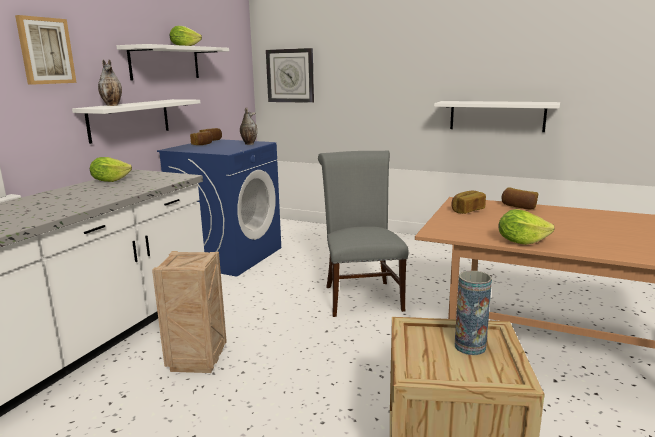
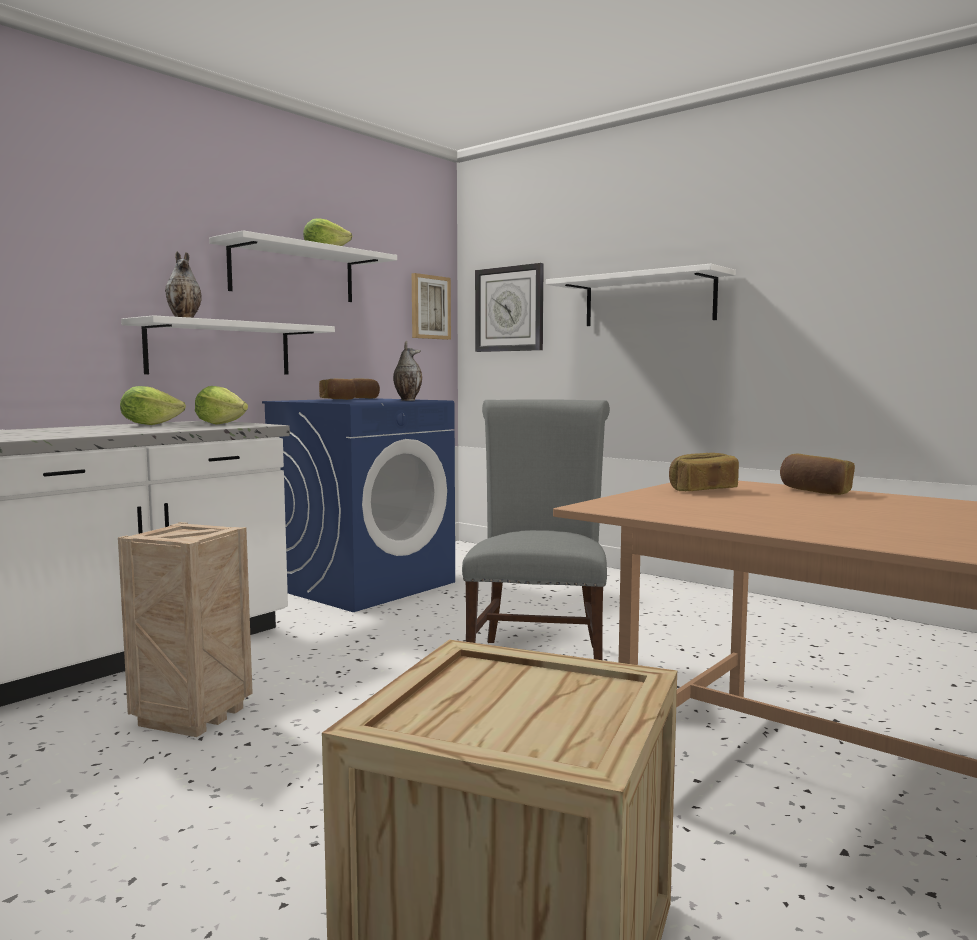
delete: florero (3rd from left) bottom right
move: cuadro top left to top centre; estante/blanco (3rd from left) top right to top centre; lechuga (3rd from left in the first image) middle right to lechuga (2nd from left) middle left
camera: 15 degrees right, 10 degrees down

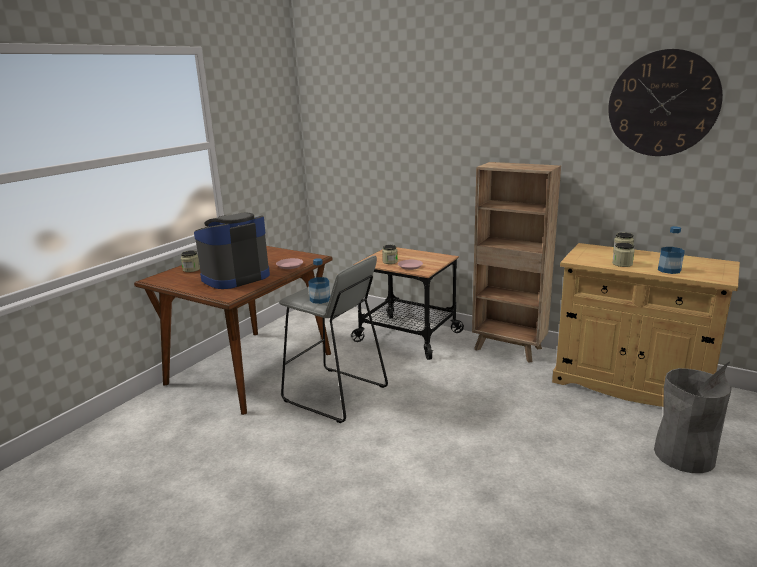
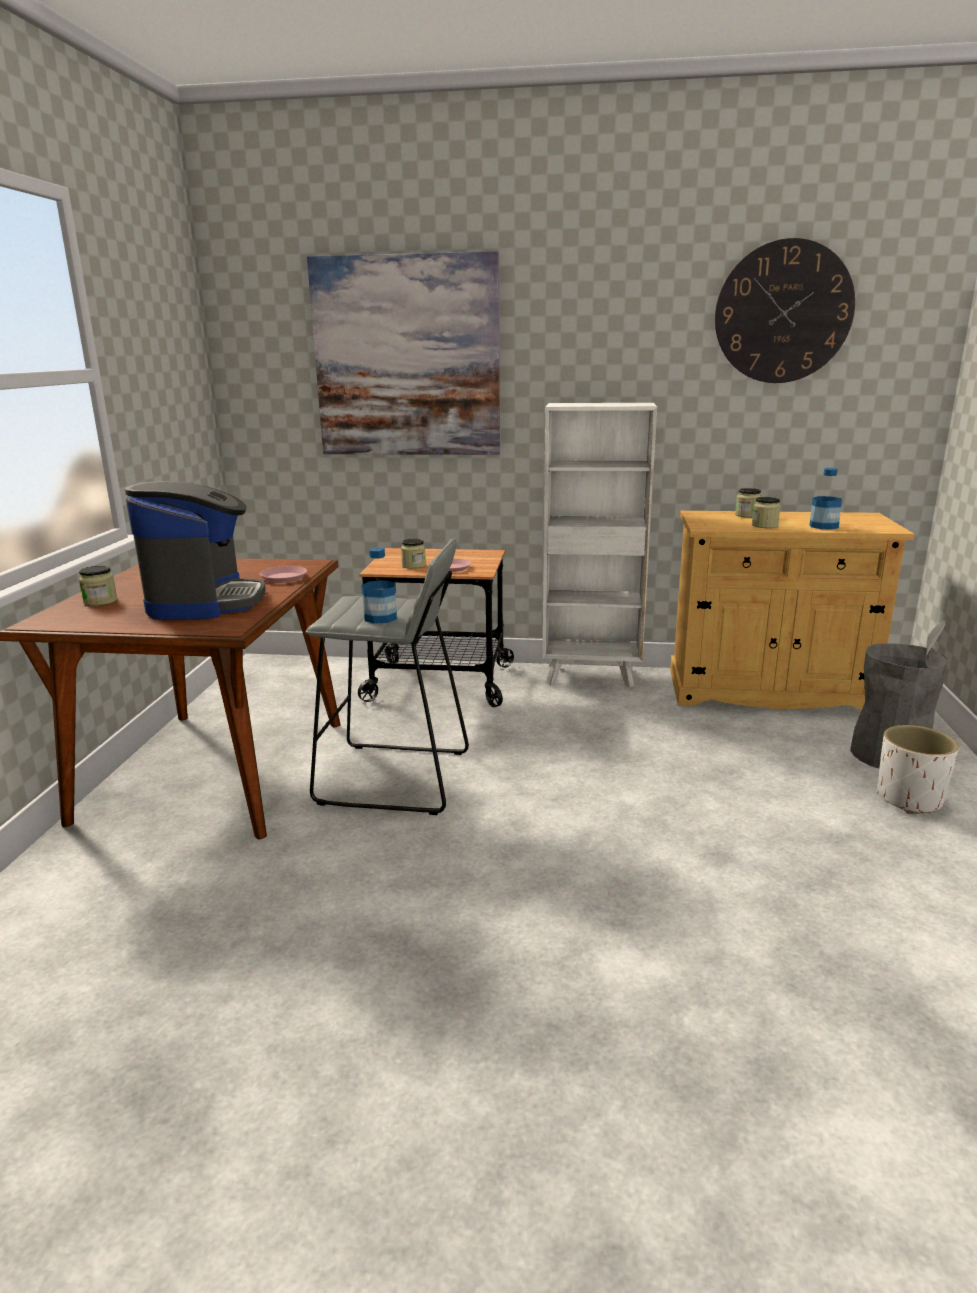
insert: cuadro top centre; maceta/blanco middle right
recolor: estantería/marrón middle right to estantería/blanco centre
rotate: cafetera middle left = middle left 150 degrees clockwise
camera: 25 degrees left, 0 degrees up

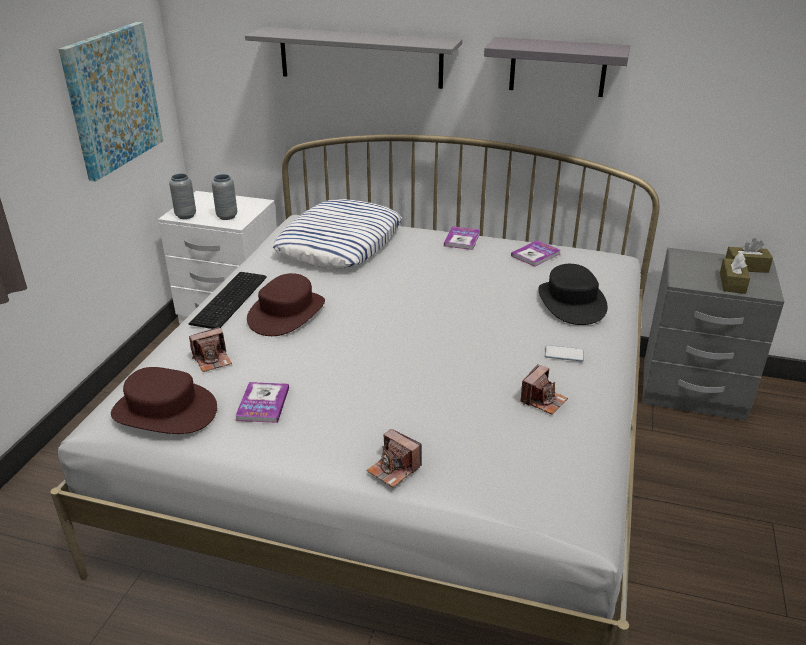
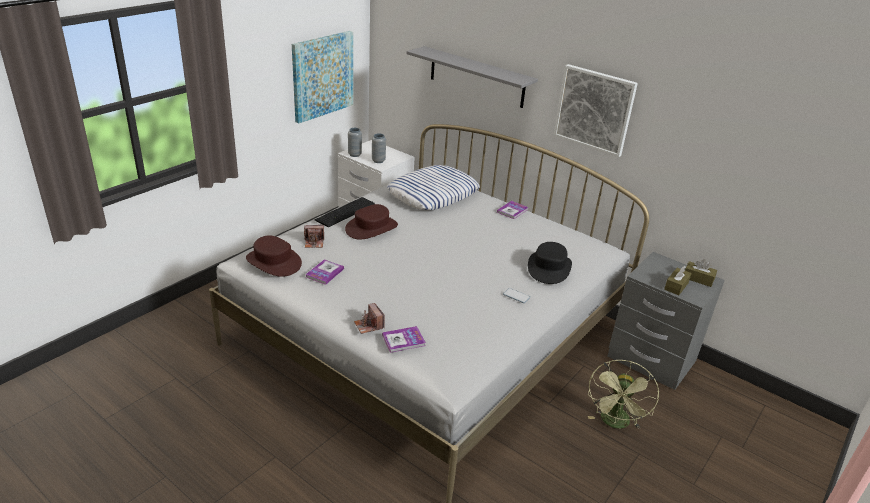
delete: cámara (3rd from left) middle right
insert: ventilador/verde bottom right
move: libro (3rd from left in the first image) centre to libro (2nd from left) bottom centre
replace: estante/gris (2nd from left) top right to cuadro (2nd from left) top right
camera: 20 degrees right, 0 degrees up

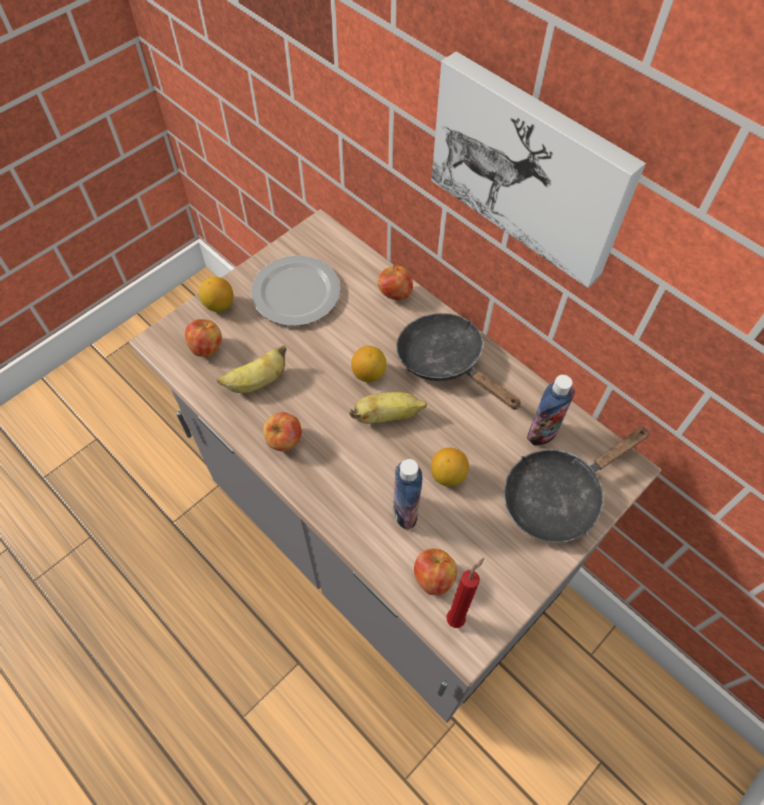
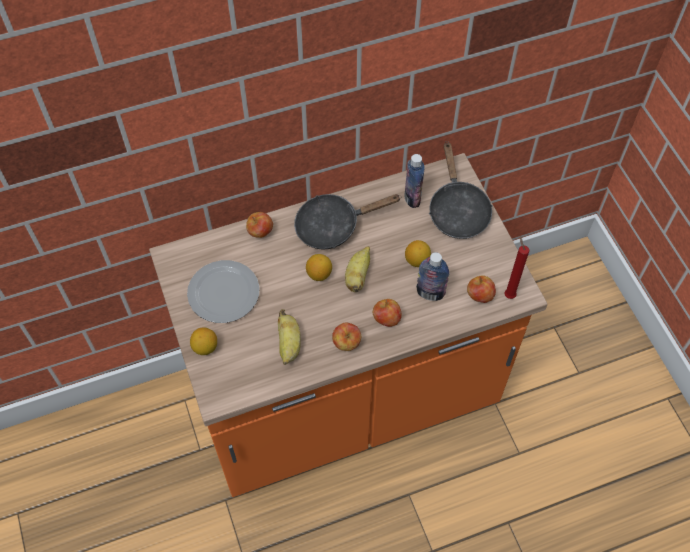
delete: cuadro top right
move: manzana (1st from left in the first image) middle left to manzana (3rd from left) centre
recolor: mueble bajo de cocina/gris centre to mueble bajo de cocina/naranja centre
camera: 65 degrees left, 0 degrees up

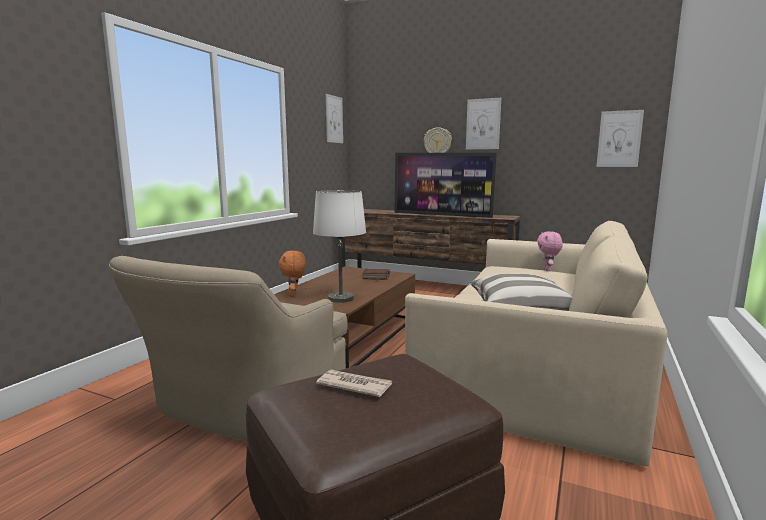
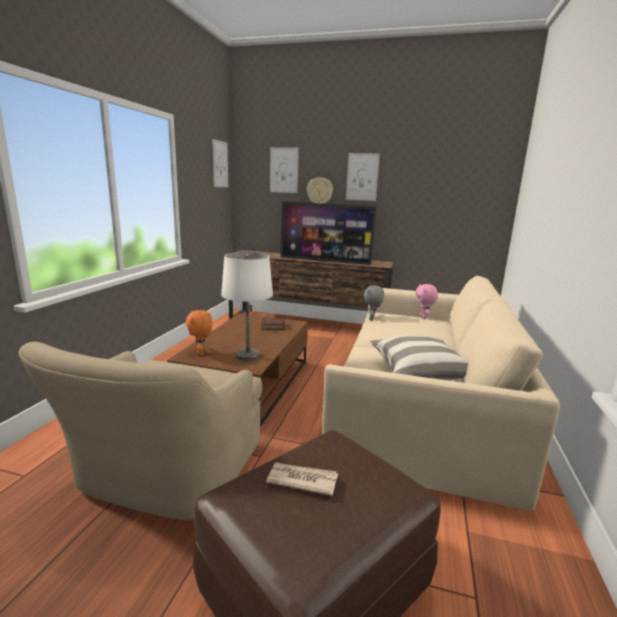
insert: peluche/gris centre
move: cuadro (3rd from left in the first image) top right to cuadro (2nd from left) top centre
camera: 10 degrees left, 5 degrees up

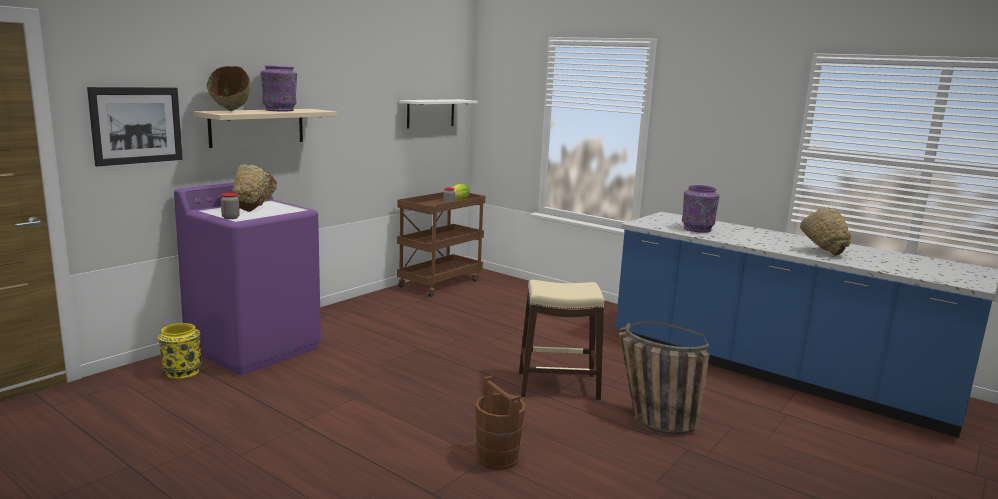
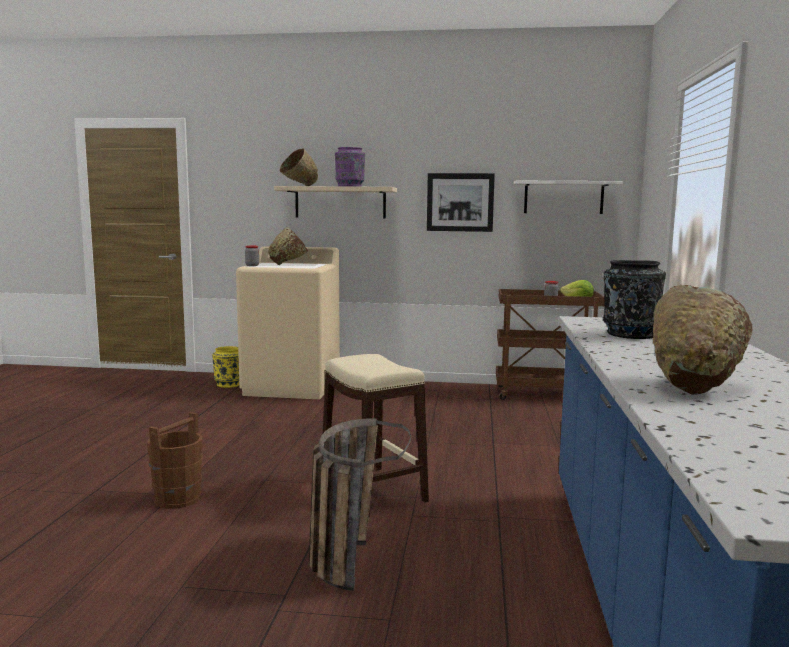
move: cuadro top left to top centre
recolor: lavadora/morado middle left to lavadora/beis centre; florero/morado (2nd from left) middle right to florero/negro middle right
camera: 60 degrees right, 5 degrees down

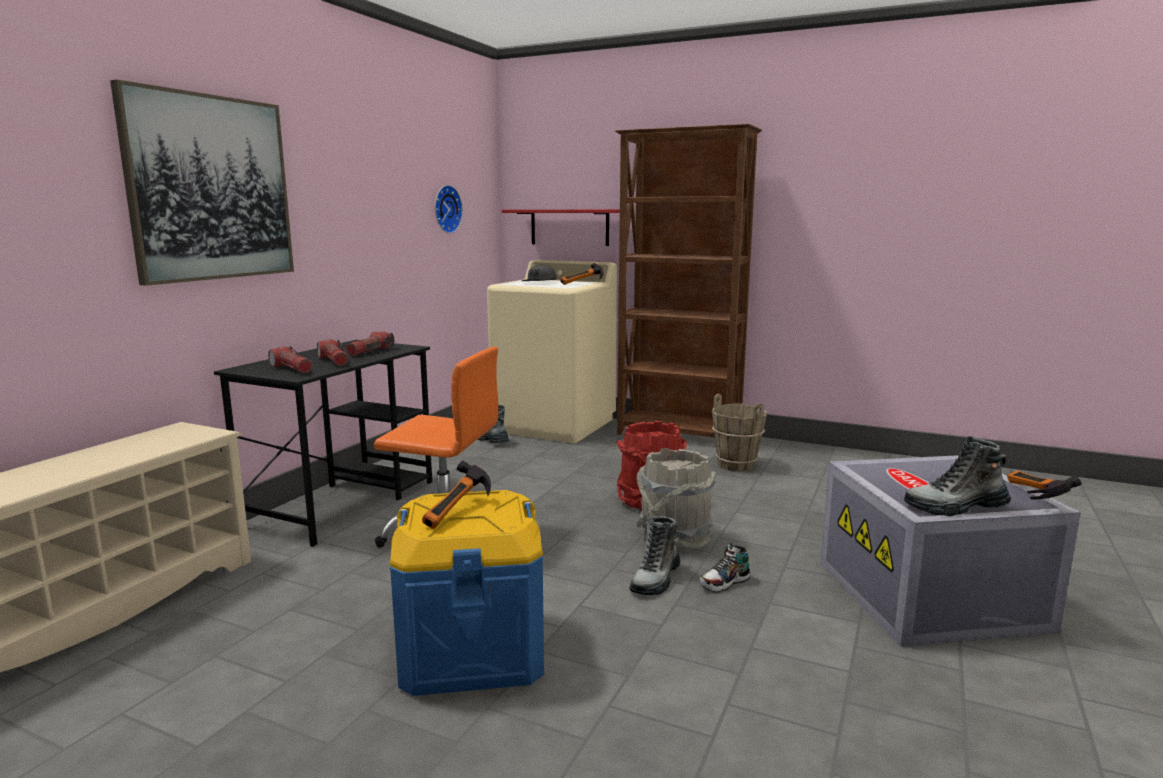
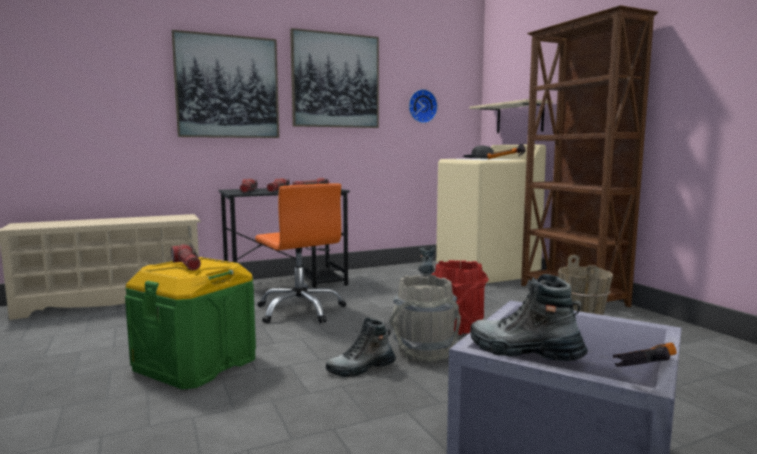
delete: zapato bottom centre
insert: cuadro (2nd from left) top centre
replace: martillo (1st from left) centre to linterna (1st from left) middle left
recolor: caja de almacenaje/azul bottom centre to caja de almacenaje/verde bottom left; estante/rojo top centre to estante/beis top right
camera: 40 degrees right, 5 degrees down

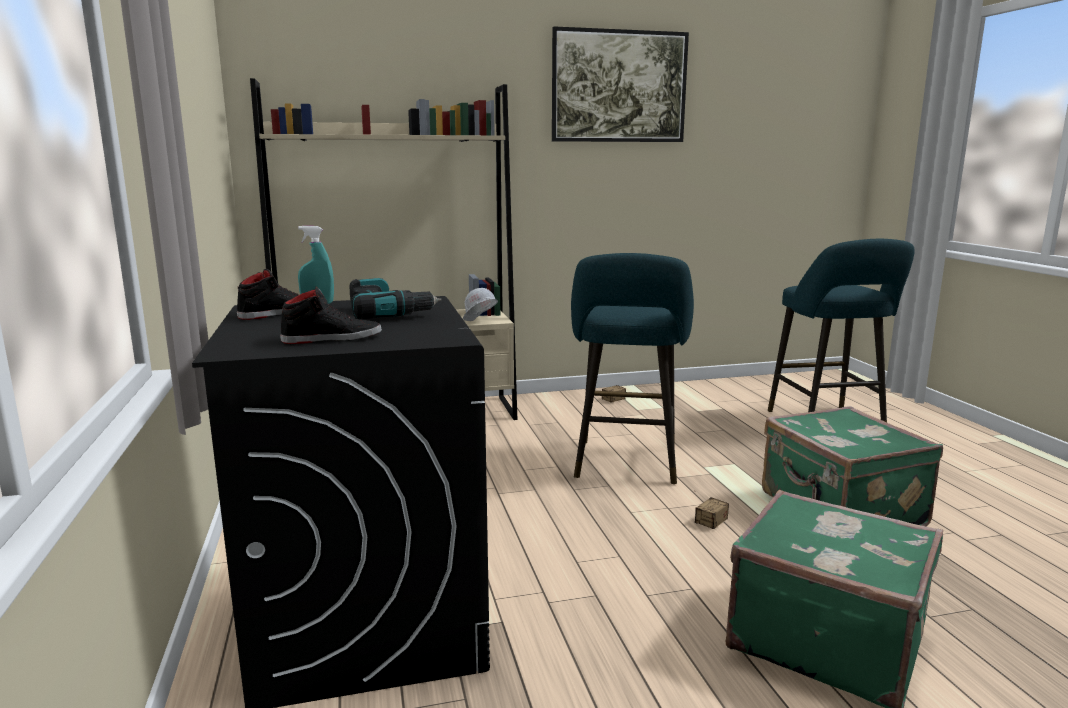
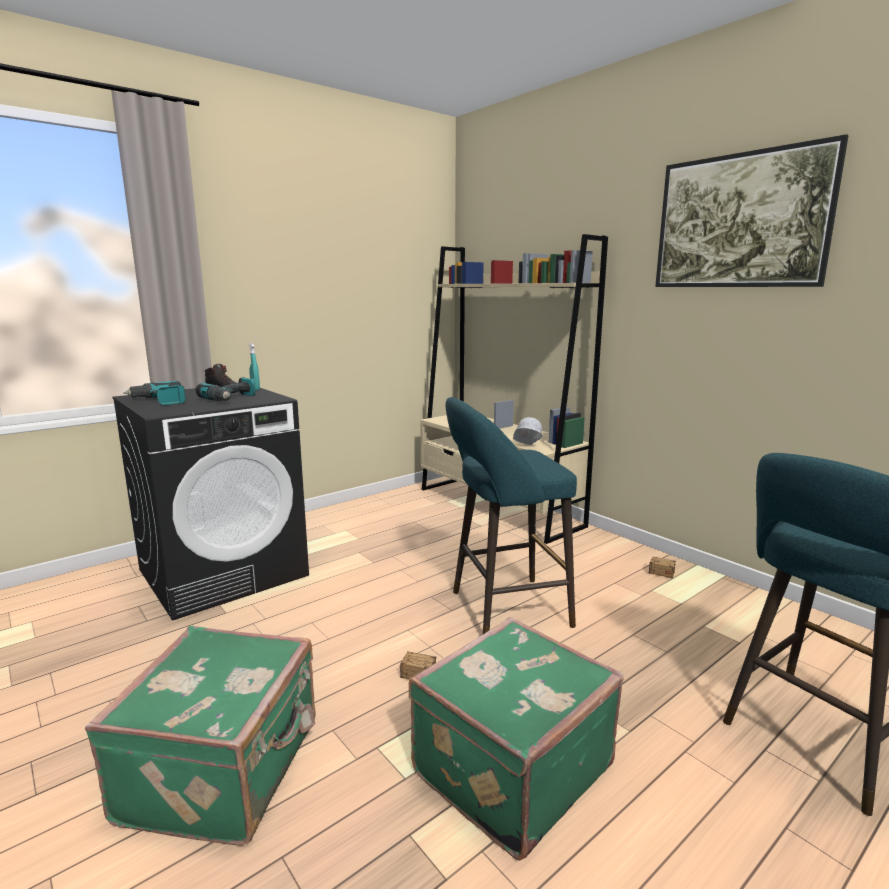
replace: zapato/negro (2nd from left) middle left to taladro (1st from left) middle left
camera: 65 degrees right, 0 degrees up

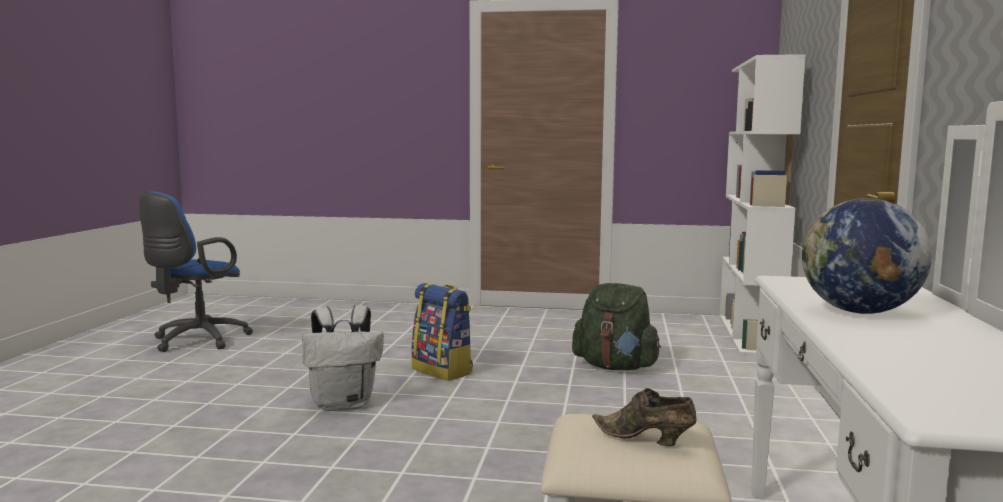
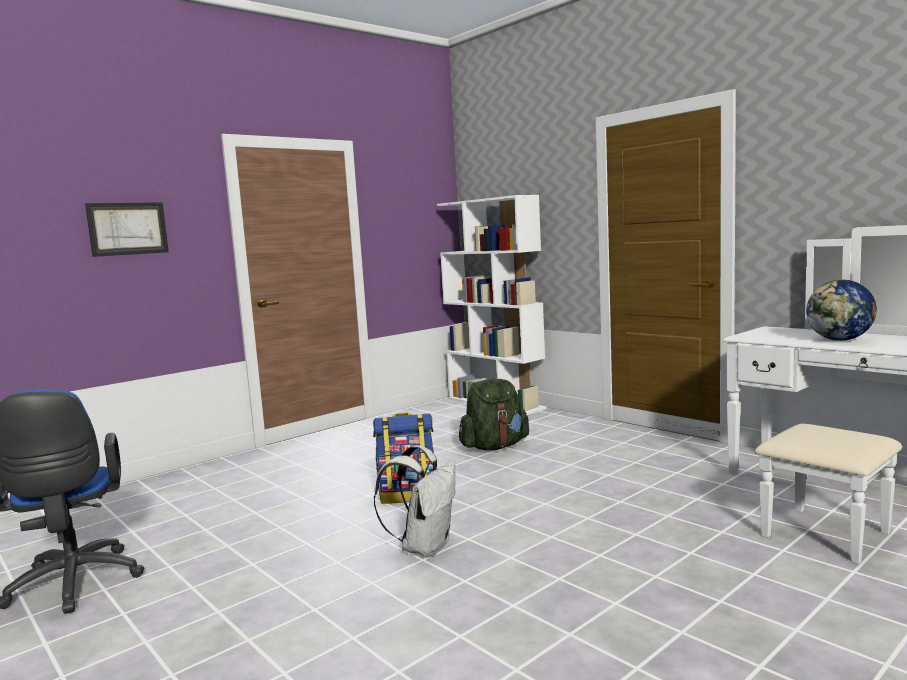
delete: zapato/marrón bottom centre
insert: cuadro middle left
camera: 50 degrees left, 0 degrees up

